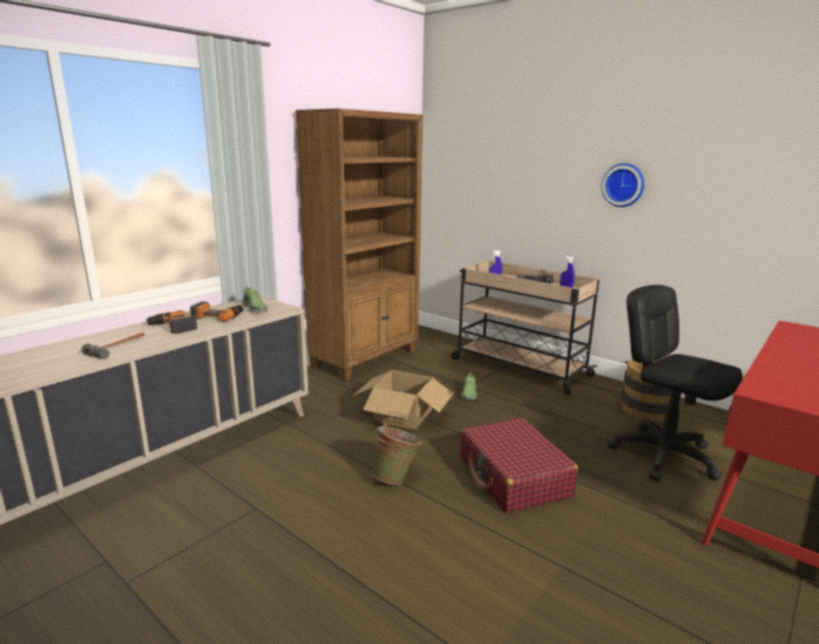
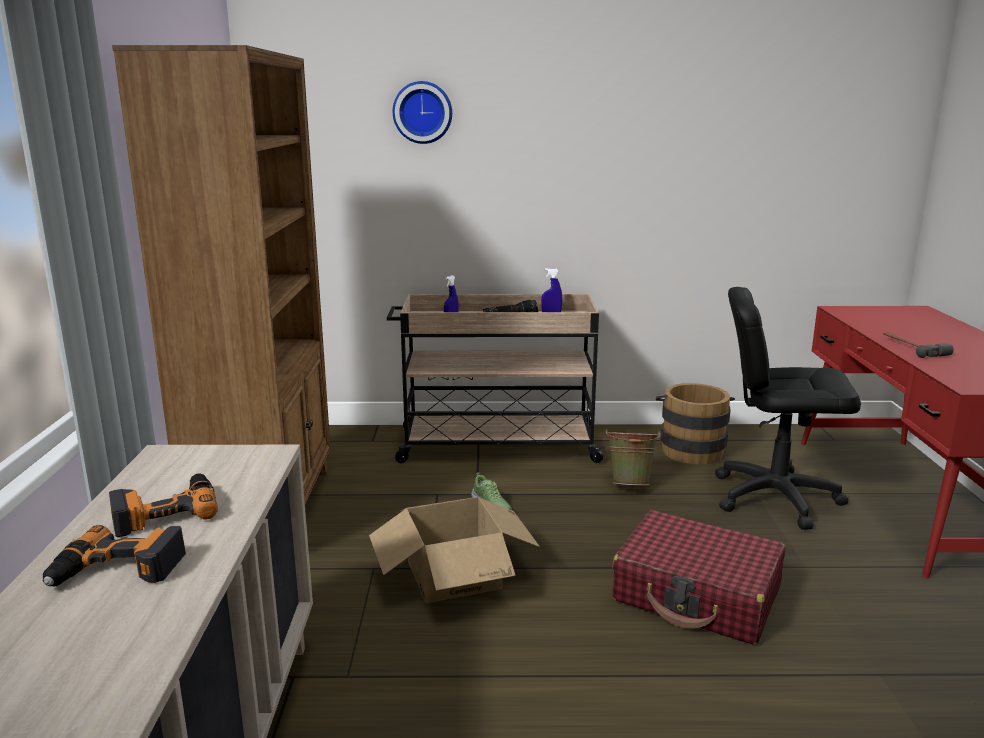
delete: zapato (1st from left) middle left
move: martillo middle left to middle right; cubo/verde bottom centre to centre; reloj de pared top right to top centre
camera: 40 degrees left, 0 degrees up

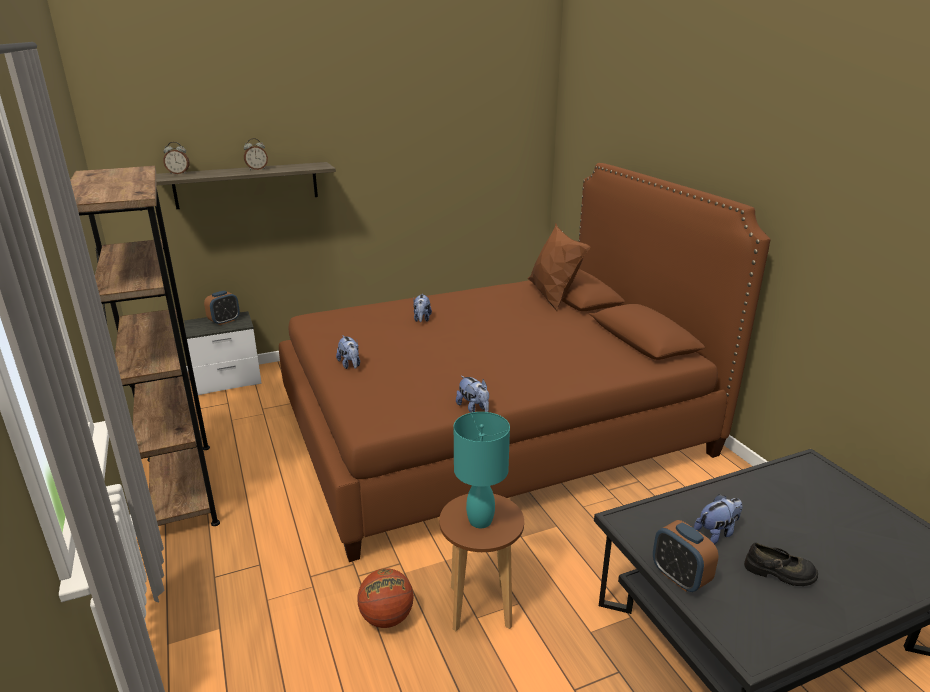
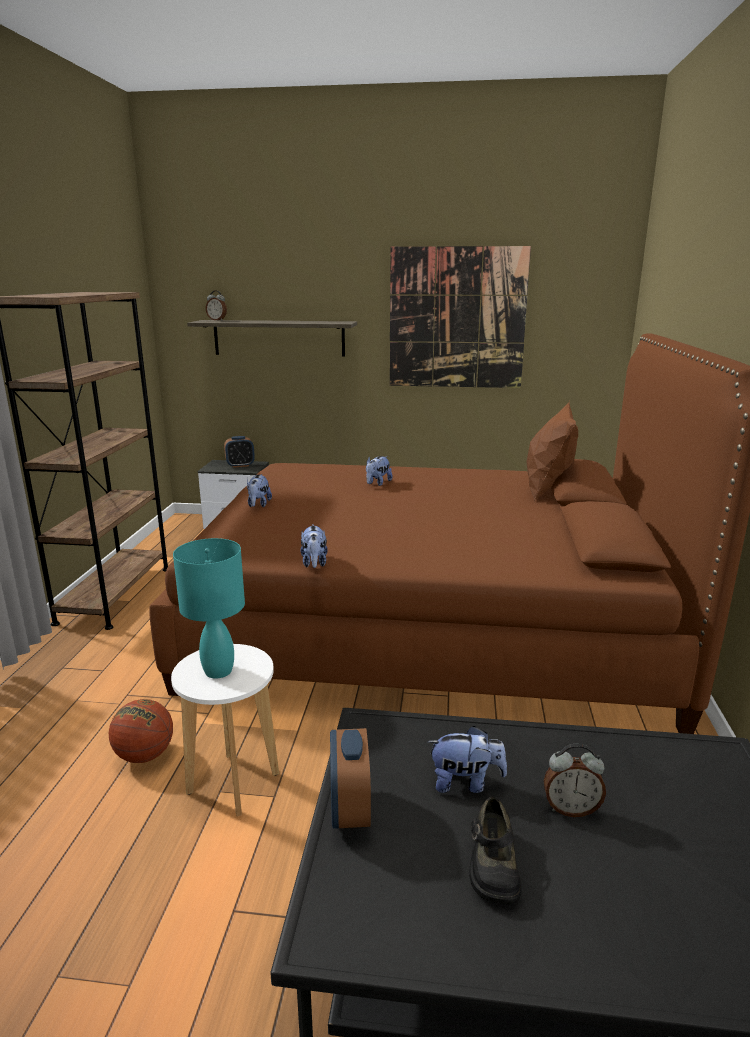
insert: cuadro top centre
move: despertador (3rd from left in the first image) top left to despertador (4th from left) bottom right
recolor: taburete/marrón bottom centre to taburete/blanco bottom left
rotate: zapato/negro bottom right = bottom centre 45 degrees clockwise
camera: 30 degrees right, 5 degrees down

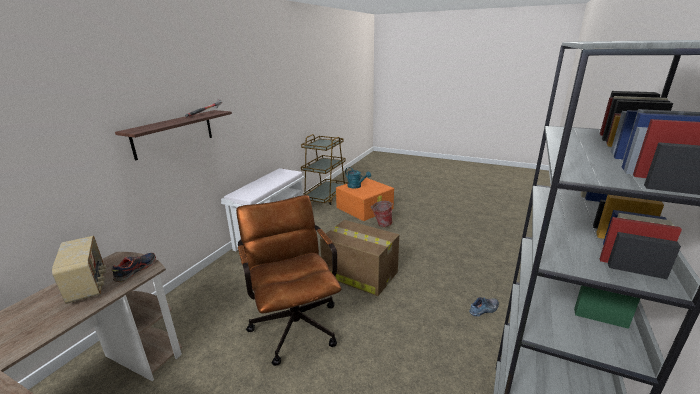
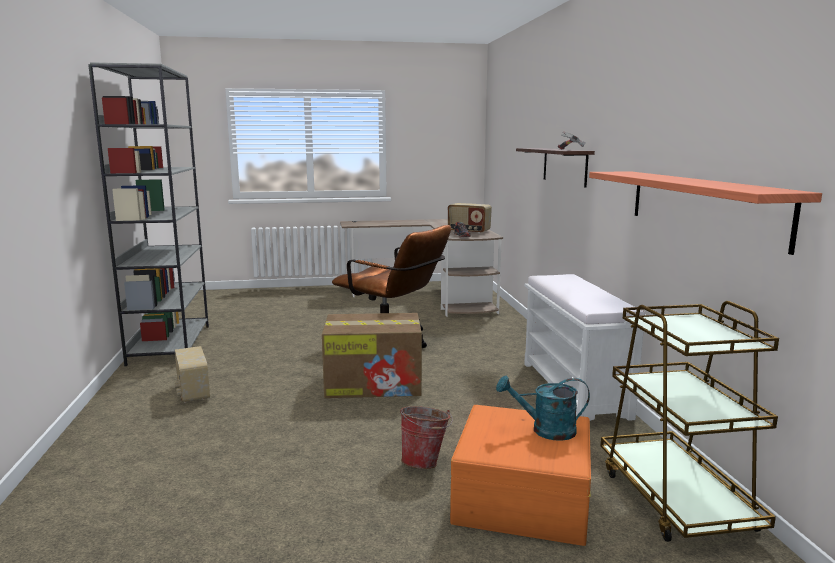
insert: estante (2nd from left) middle right
replace: zapato (2nd from left) bottom right to radio (1st from left) middle left
camera: 145 degrees right, 10 degrees down

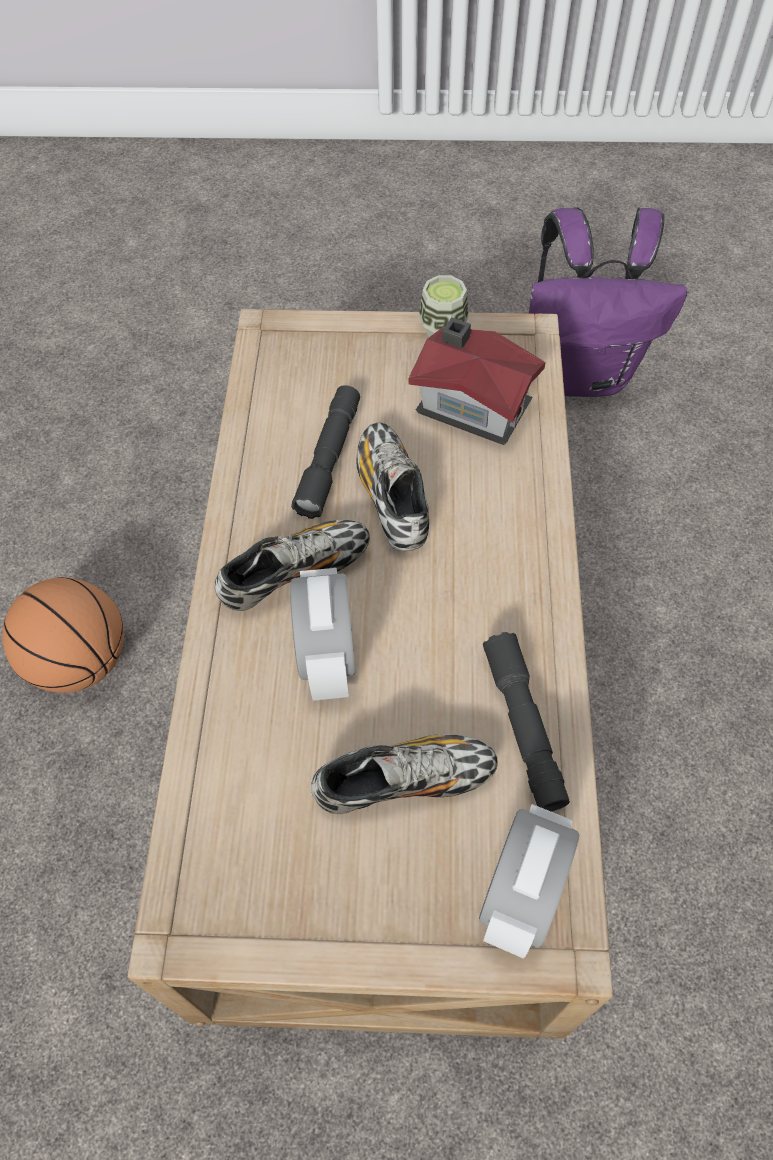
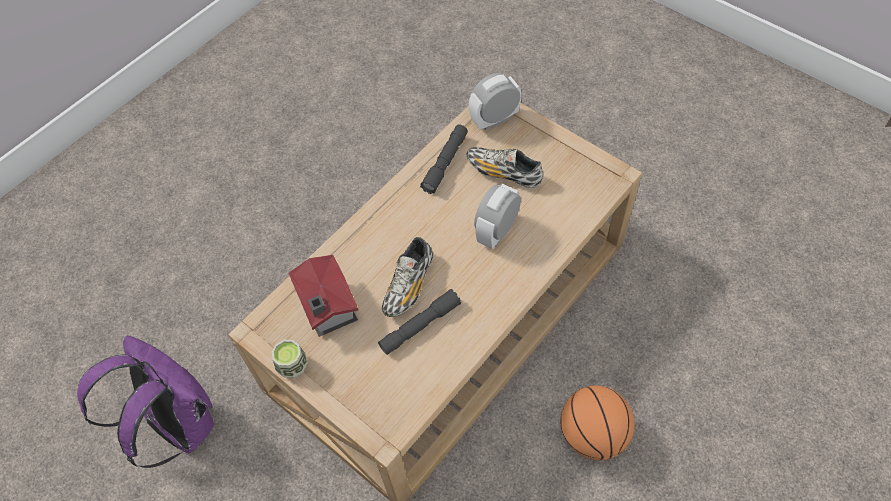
delete: zapato (1st from left) centre
camera: 140 degrees left, 0 degrees up

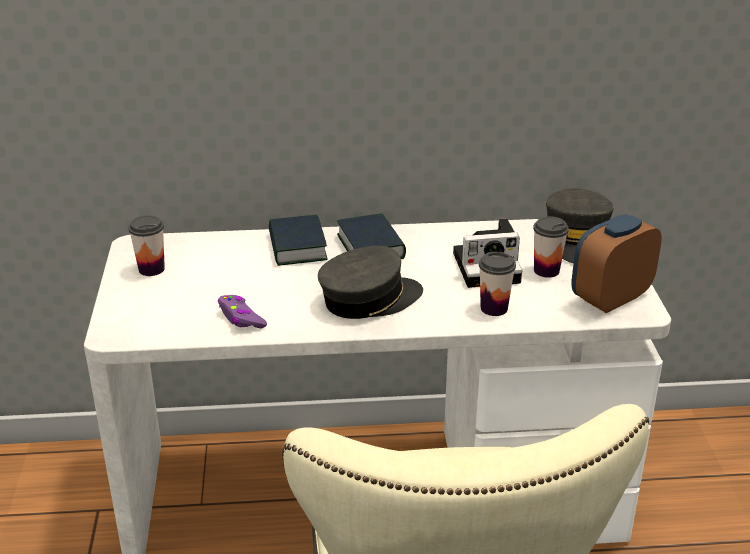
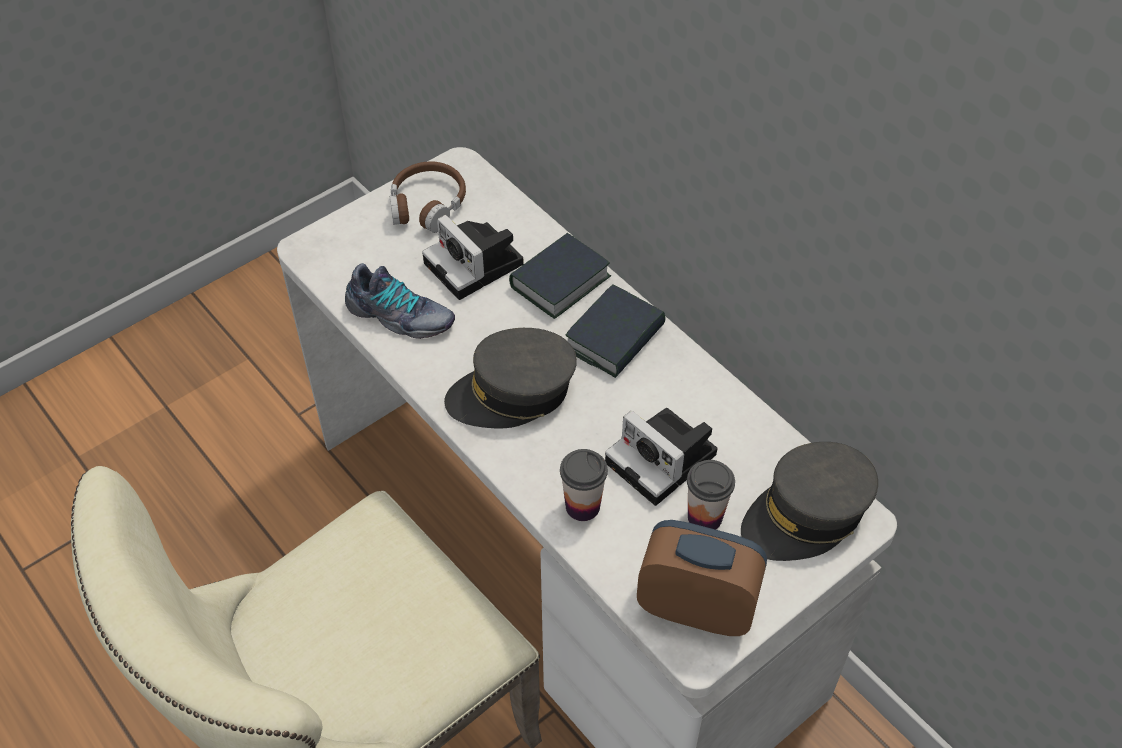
insert: cámara (1st from left) centre
replace: taza (1st from left) middle left to auriculares/marrón top centre; mando de consola/morado middle left to zapato centre
rotate: gorra/gris (1st from left) centre = centre 135 degrees clockwise
camera: 55 degrees right, 20 degrees up

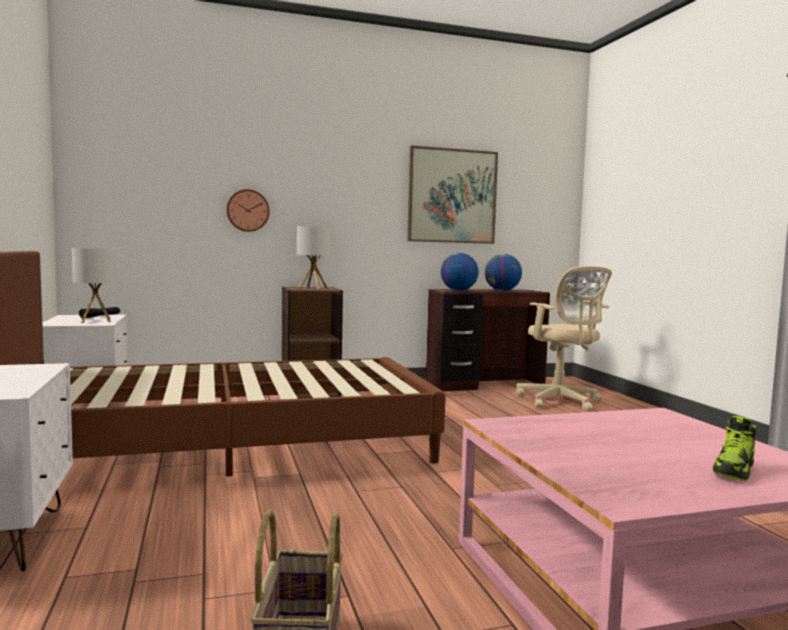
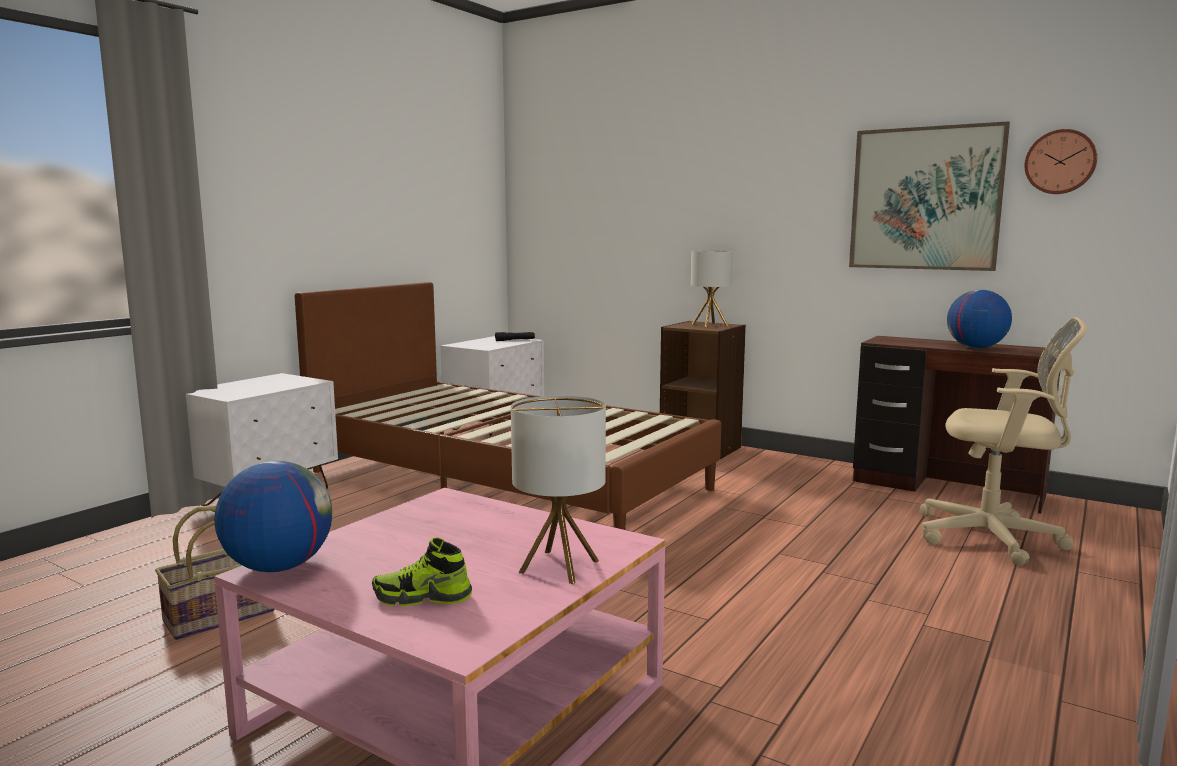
move: lámpara de mesa (1st from left) middle left to centre; reloj de pared middle left to top right; globo terráqueo (1st from left) centre to bottom left
rotate: silla de oficina/beis middle right = middle right 90 degrees counterclockwise
camera: 50 degrees right, 5 degrees up

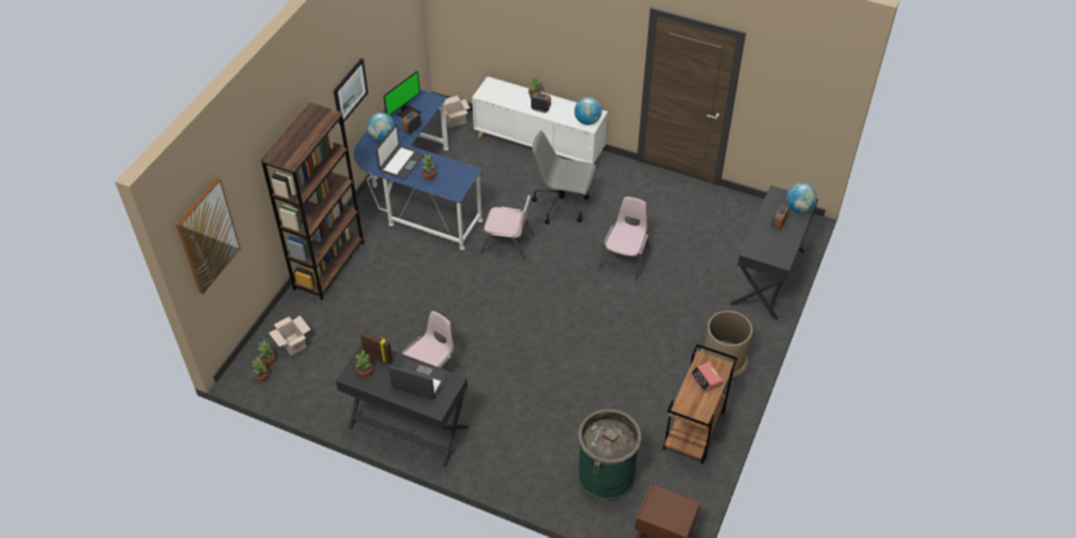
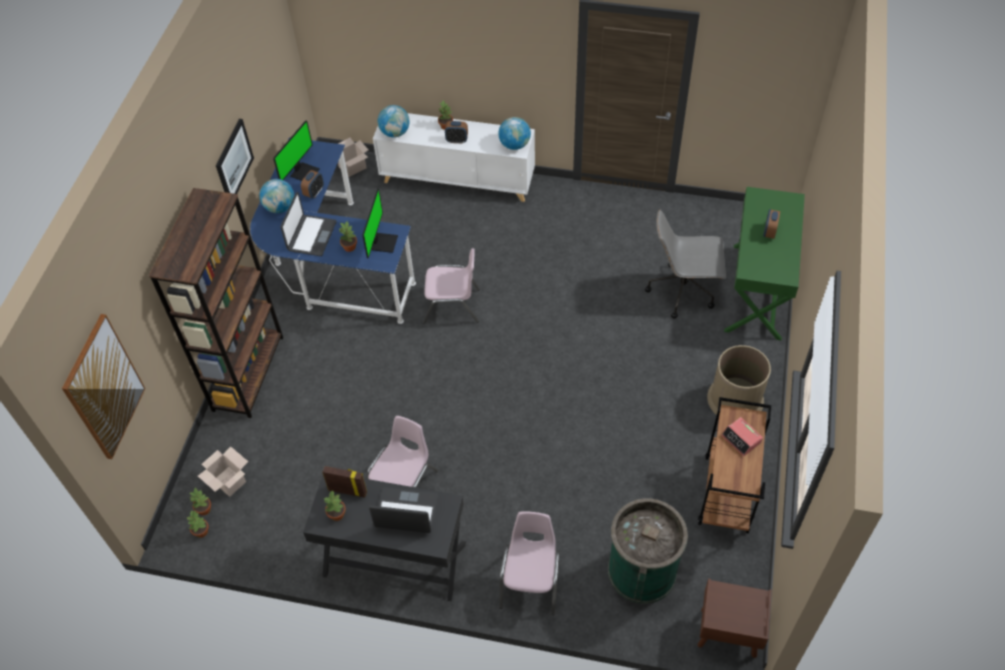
insert: monitor (2nd from left) top centre
move: silla de oficina/gris top centre to middle right; silla/rosa (3rd from left) centre to bottom centre; globo terráqueo (3rd from left in the first image) middle right to globo terráqueo (2nd from left) top centre
recolor: escritorio/negro (2nd from left) middle right to escritorio/verde middle right
camera: 10 degrees left, 5 degrees up

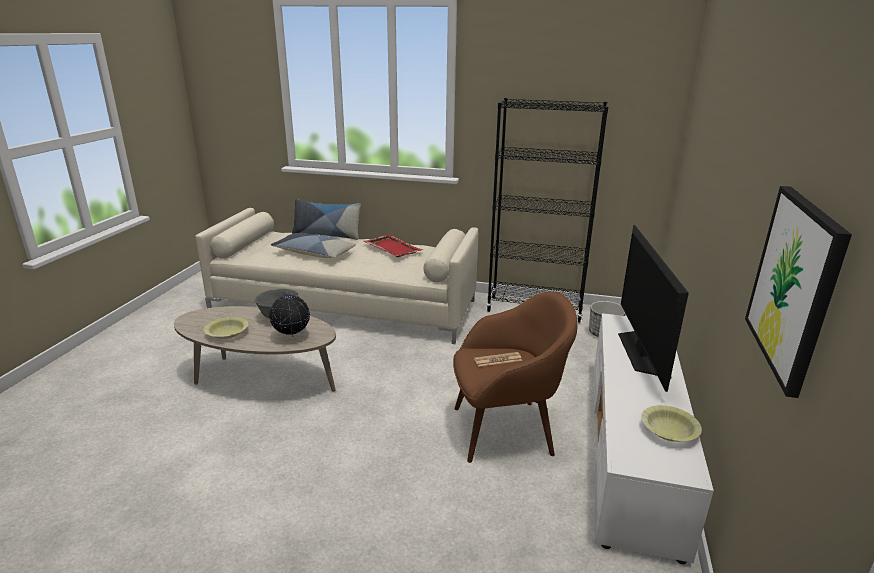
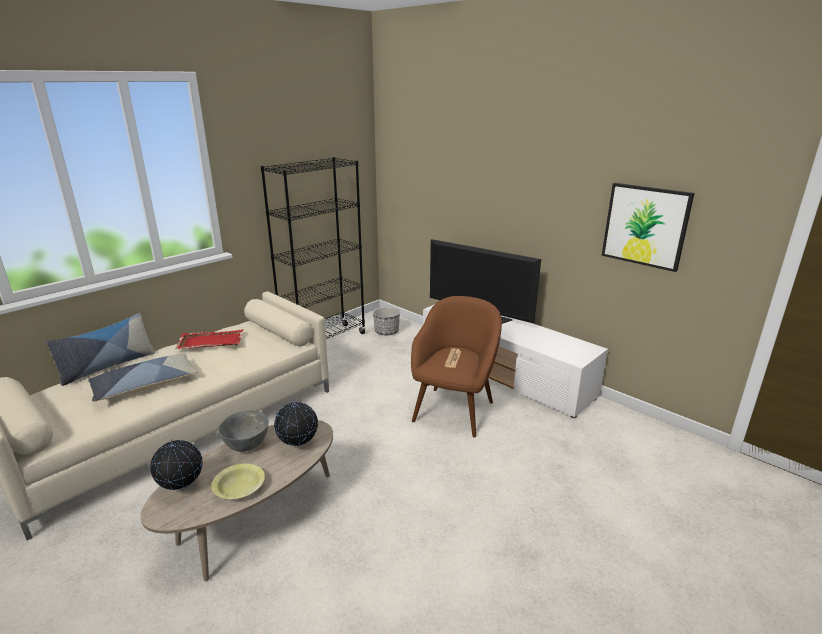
delete: cuenco/amarillo (2nd from left) bottom right
insert: globo terráqueo (1st from left) bottom left
camera: 60 degrees left, 0 degrees up

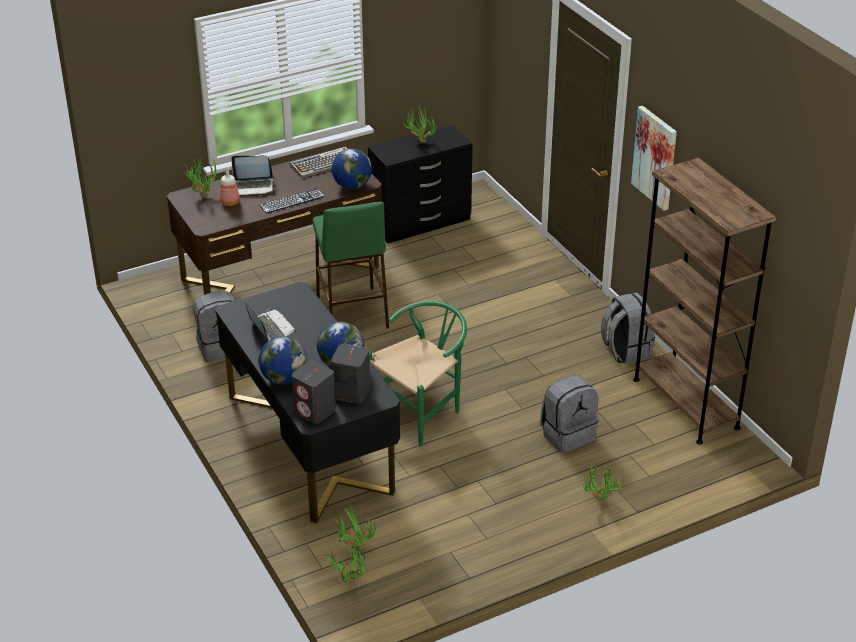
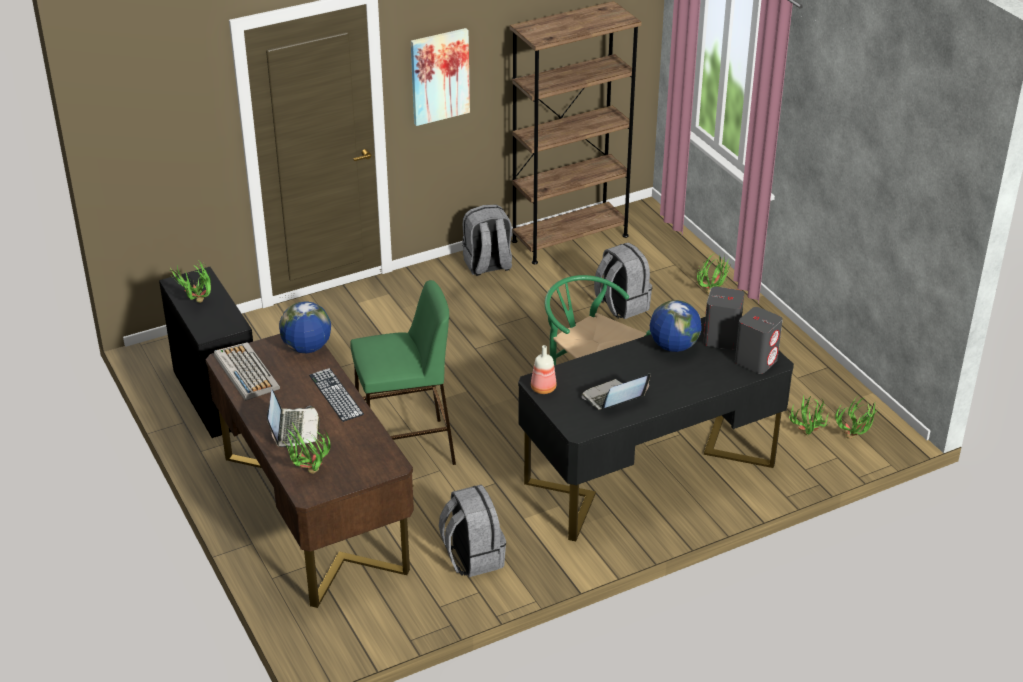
delete: globo terráqueo (1st from left) middle left
move: botella top left to centre
camera: 90 degrees left, 0 degrees up

